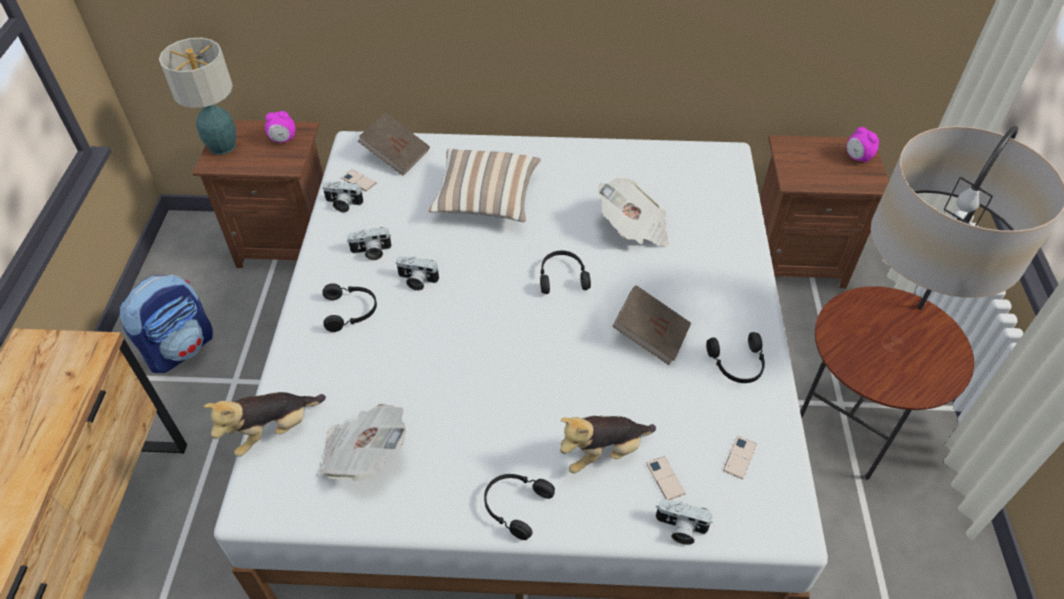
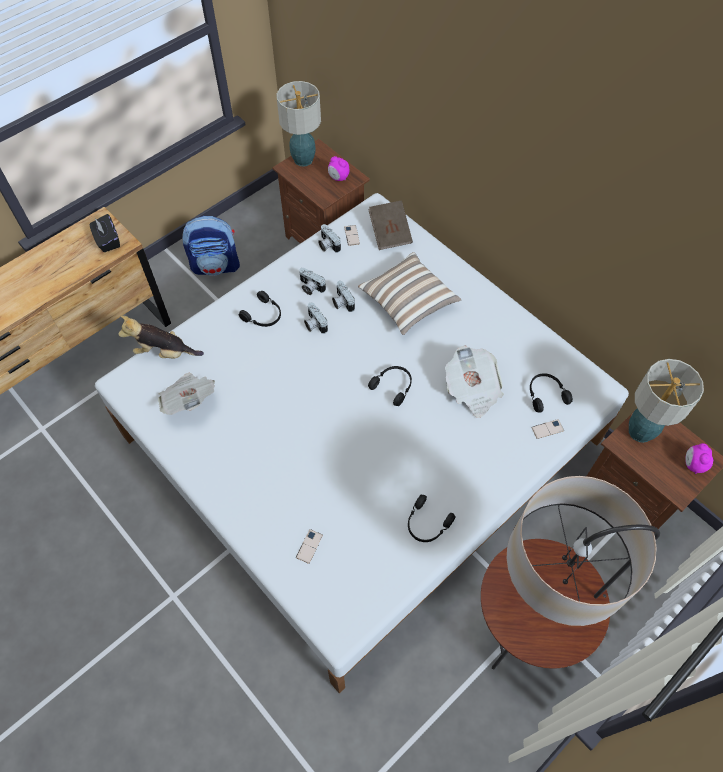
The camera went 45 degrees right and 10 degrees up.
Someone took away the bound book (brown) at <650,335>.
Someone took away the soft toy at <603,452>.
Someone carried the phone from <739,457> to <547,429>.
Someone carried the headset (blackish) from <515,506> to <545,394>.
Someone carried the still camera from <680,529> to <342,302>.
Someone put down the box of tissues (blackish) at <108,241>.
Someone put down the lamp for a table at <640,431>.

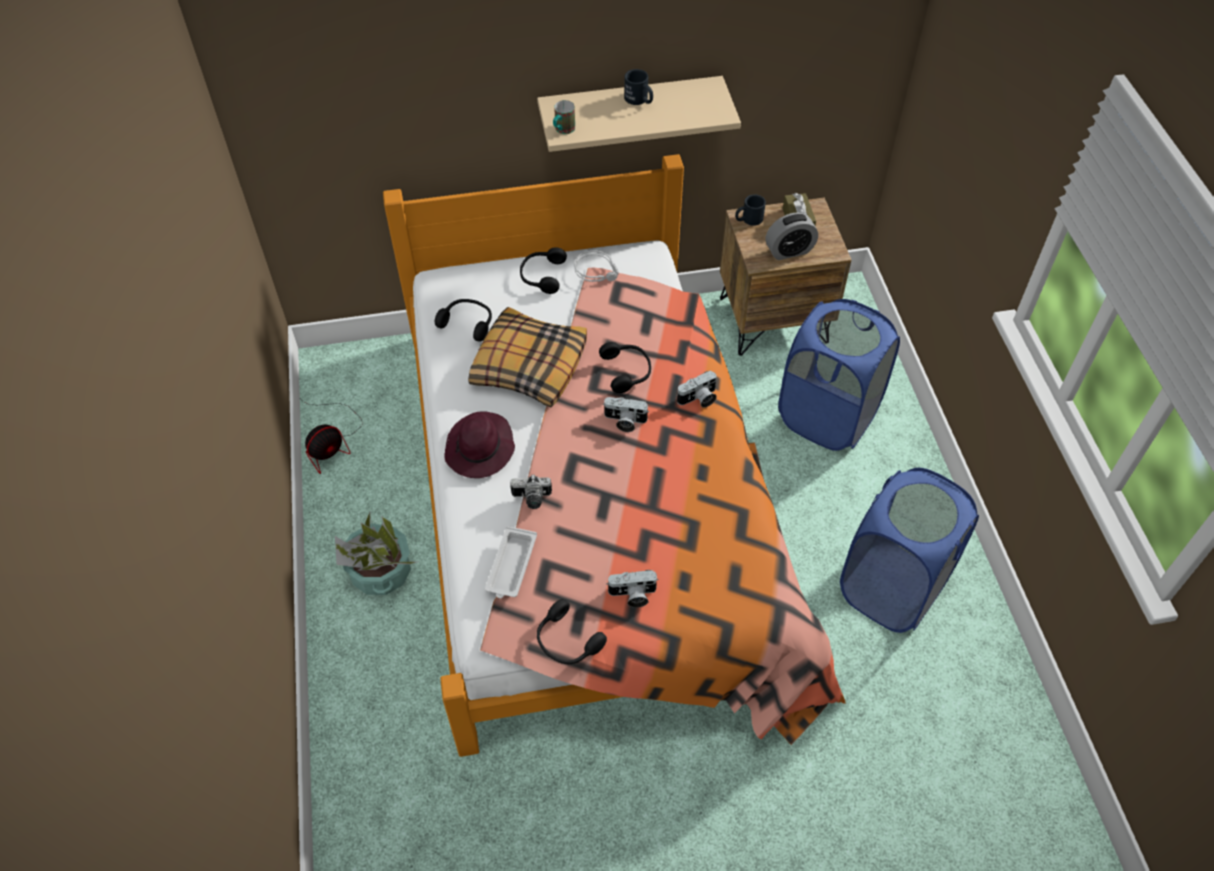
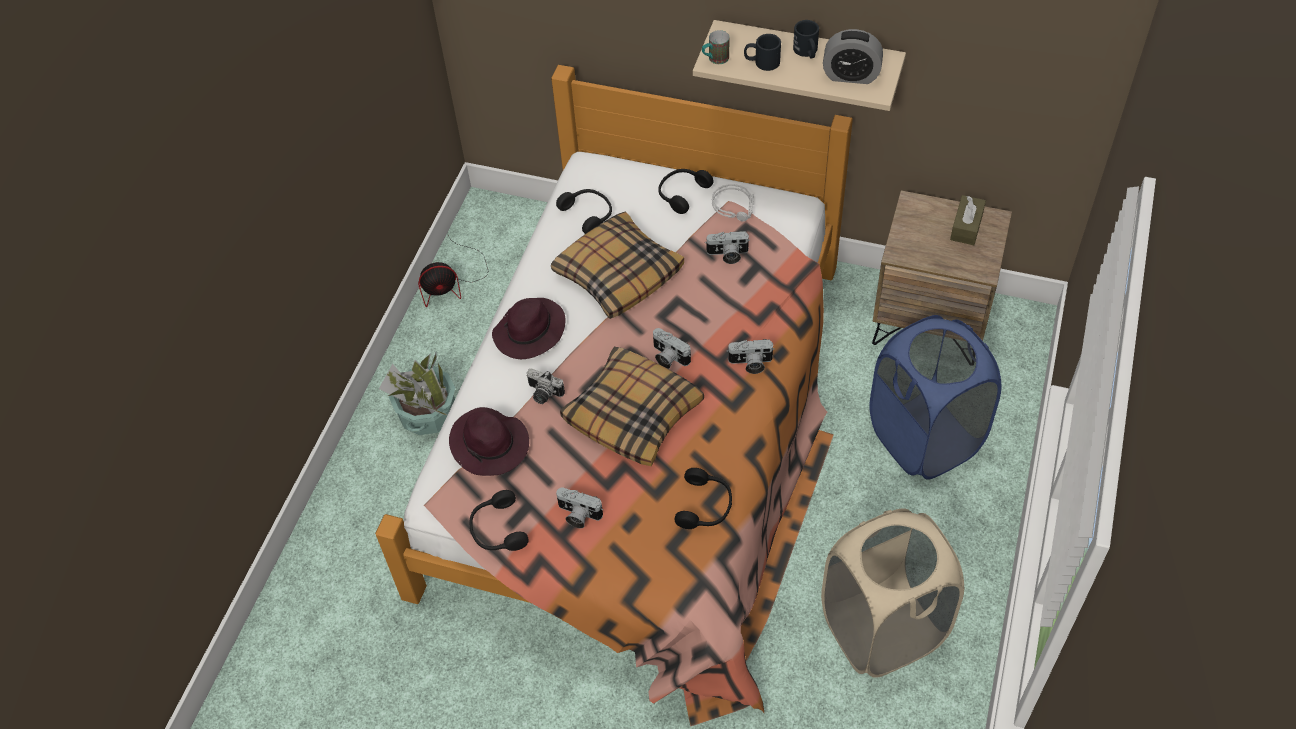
The camera went 30 degrees right and 0 degrees up.
Someone carried the mug (blackish) from <748,219> to <761,62>.
Someone carried the bedside clock from <789,251> to <851,75>.
Someone carried the headset (blackish) from <627,371> to <705,506>.
Someone repainted the laundry basket (blue-coloured) at <892,588>, which became the laundry basket (sand-coloured) at <882,629>.
Someone swapped the carrying tray (white) at <511,566> for the hat (purple-coloured) at <490,445>.
Someone put down the still camera at <727,255>.
Someone put down the cushion at <633,414>.

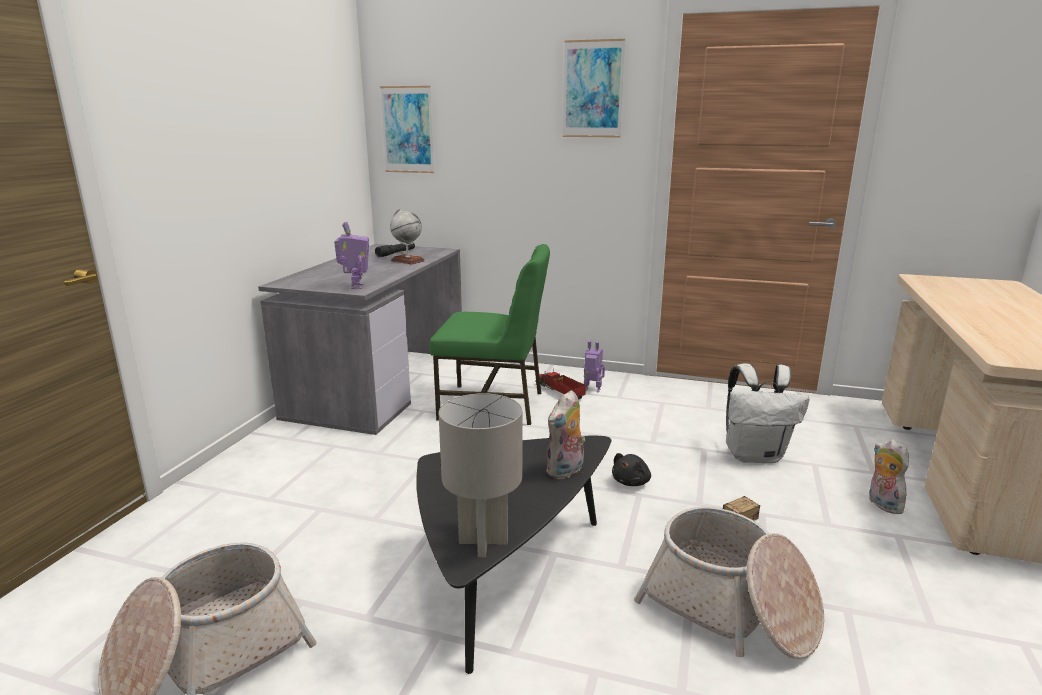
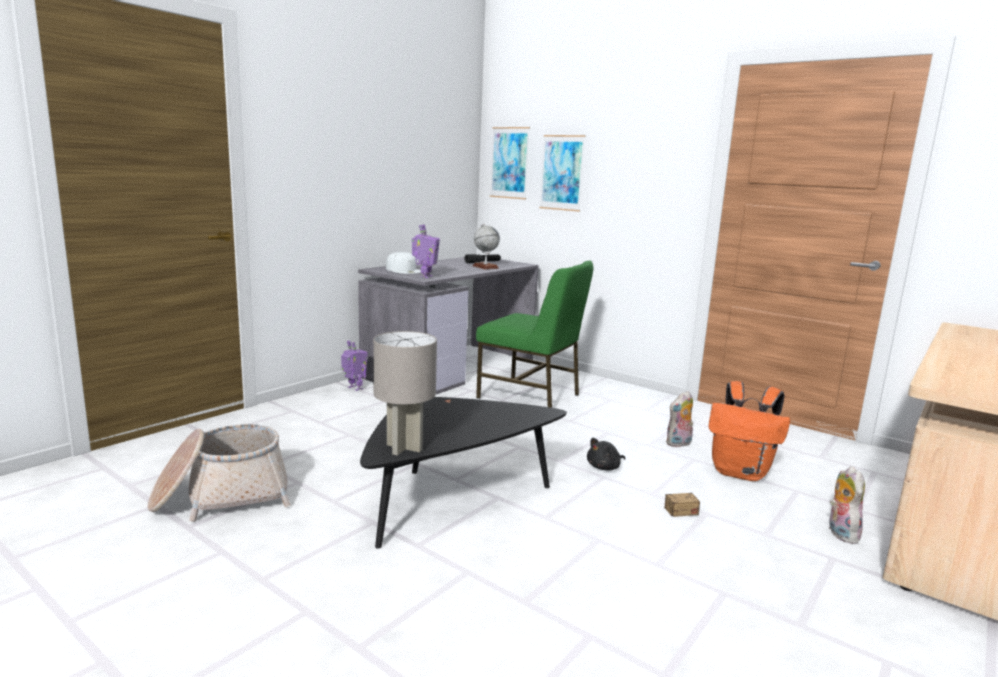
The camera went 20 degrees right and 5 degrees down.
Someone carried the wall art from <593,89> to <562,173>.
Someone carried the robot figure from <592,390> to <354,388>.
Someone repainted the rucksack (white) at <755,455>, which became the rucksack (orange) at <741,473>.
Someone took away the toy truck at <560,392>.
Someone carried the soft toy from <566,471> to <679,444>.
Someone took away the storage basket at <730,608>.
Someone put down the baseball cap (white) at <404,270>.

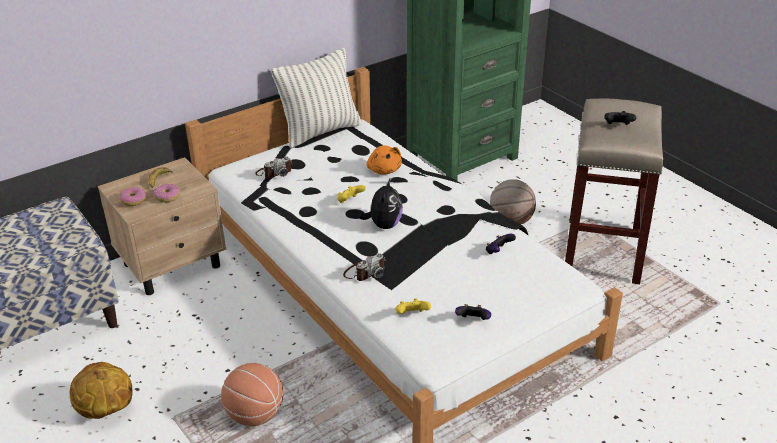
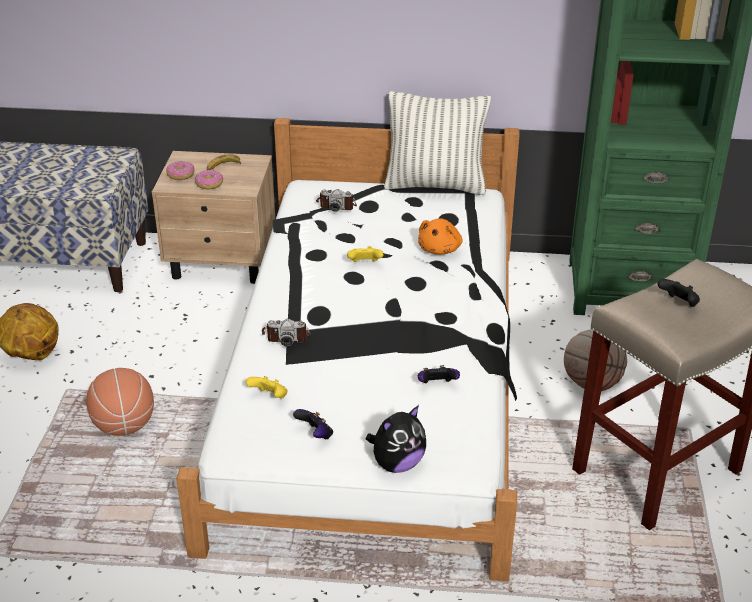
The camera went 40 degrees right and 0 degrees up.
Someone carried the soft toy from <384,225> to <397,464>.

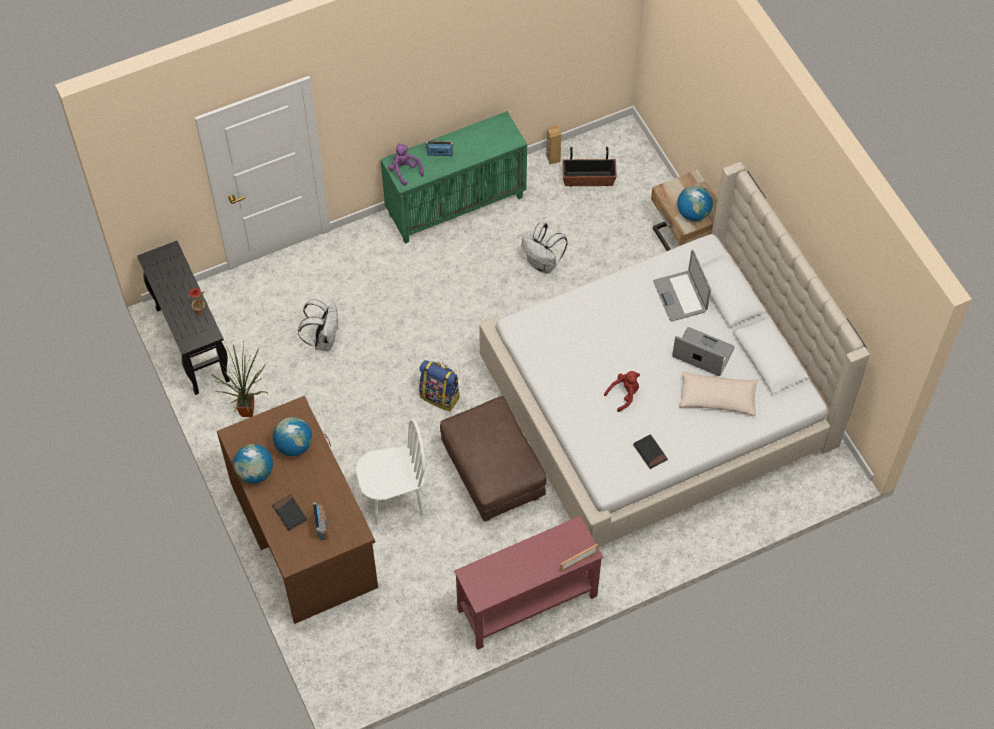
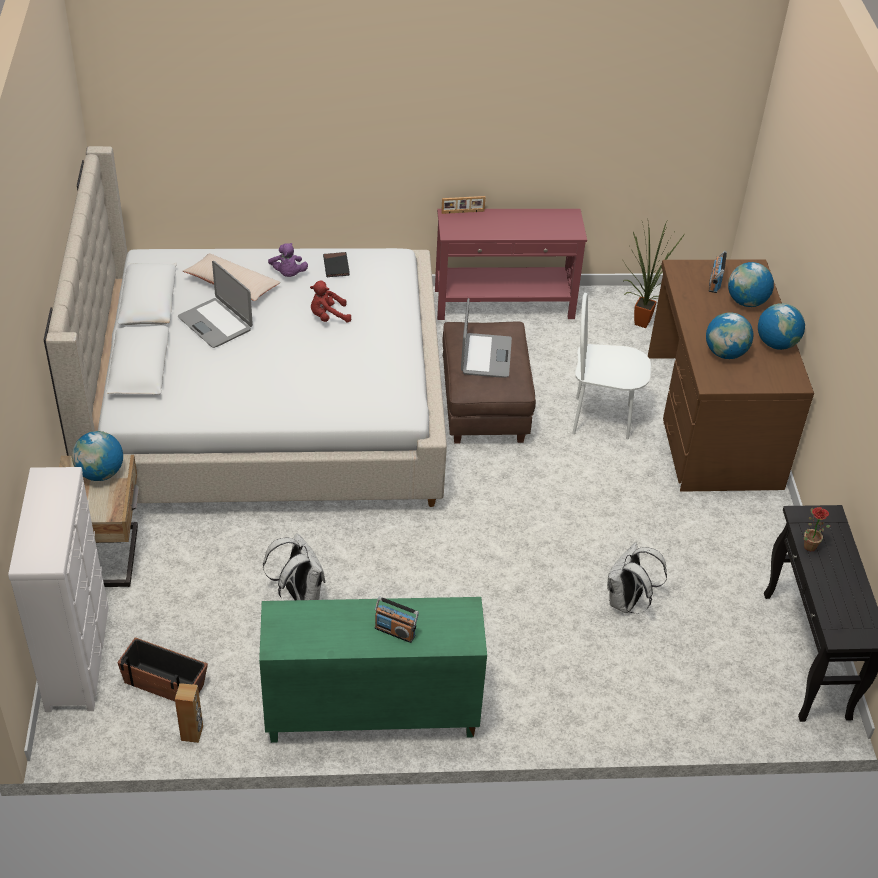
The camera went 160 degrees left and 15 degrees down.
Someone carried the soft toy (purple-coloured) from <404,171> to <288,274>.
Someone carried the notebook computer from <680,296> to <485,356>.
Someone carried the houseplant from <250,413> to <639,322>.
Someone took away the rucksack at <440,396>.
Someone swapped the bound book (blackish) at <289,513> for the desk globe at <746,302>.
Someone put down the drawer chest (white) at <79,657>.

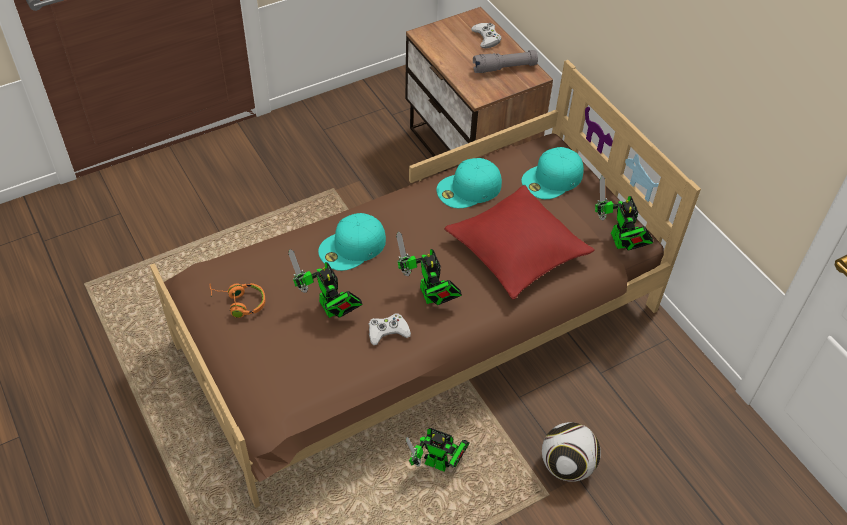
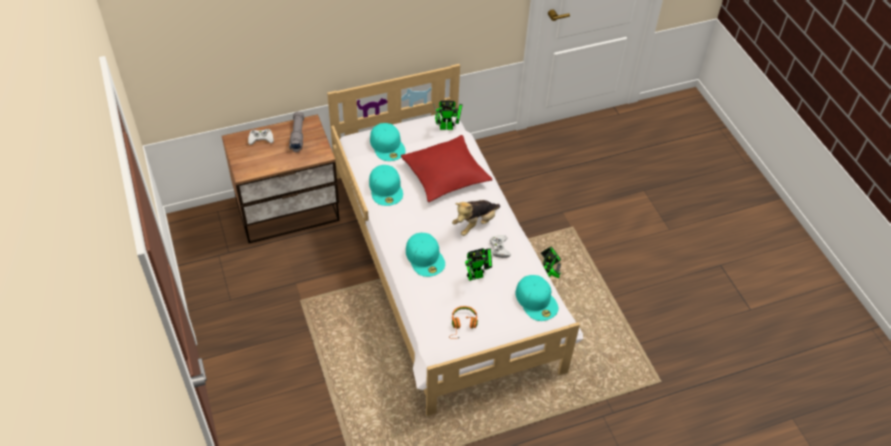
The camera went 80 degrees left and 0 degrees up.
Someone repainted the sleeping bed (brown) at <418,328>, which became the sleeping bed (white) at <444,268>.
Someone swapped the robot figure at <429,297> for the soft toy at <475,224>.
Someone took away the football ball at <567,466>.
Someone put down the baseball cap (turquoise) at <537,300>.

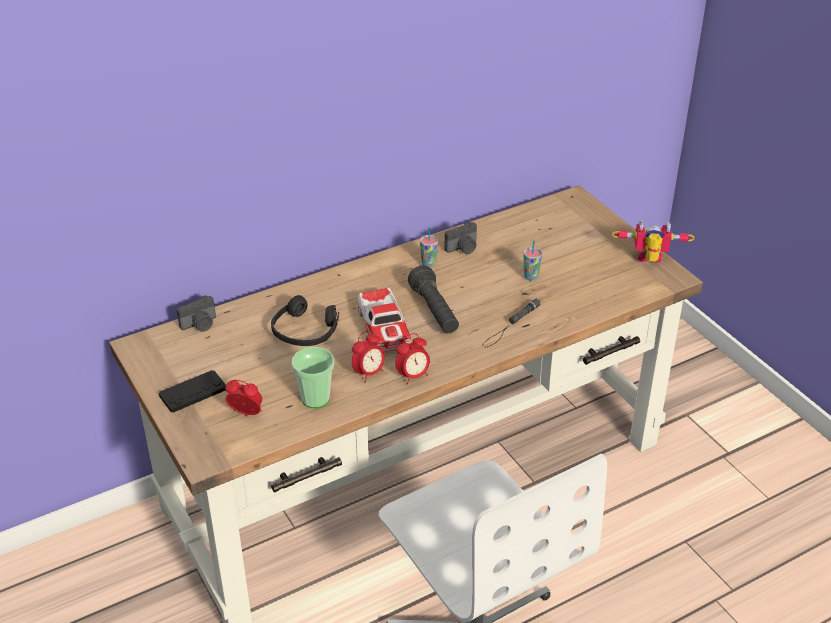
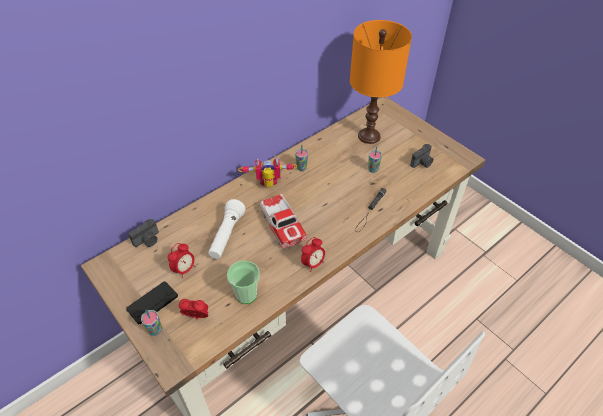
The camera went 10 degrees left and 10 degrees up.
Someone carried the robot figure from <649,261> to <268,184>.
Someone carried the still camera from <463,248> to <422,163>.
Someone took away the hand torch (blackish) at <434,311>.
Someone swapped the headset (blackish) at <305,331> for the hand torch (white) at <227,235>.
Someone carried the bedside clock from <369,373> to <184,269>.
Someone put down the lamp for a table (orange) at <368,136>.
Someone put down the small cup at <155,330>.

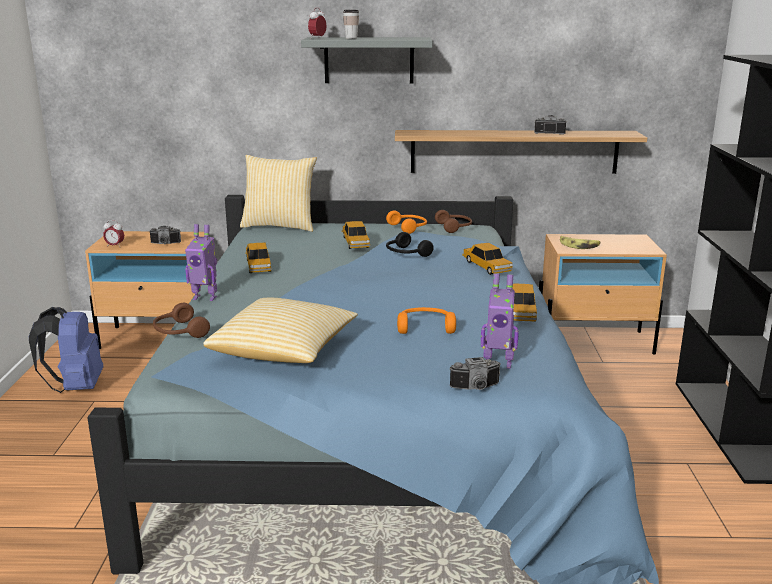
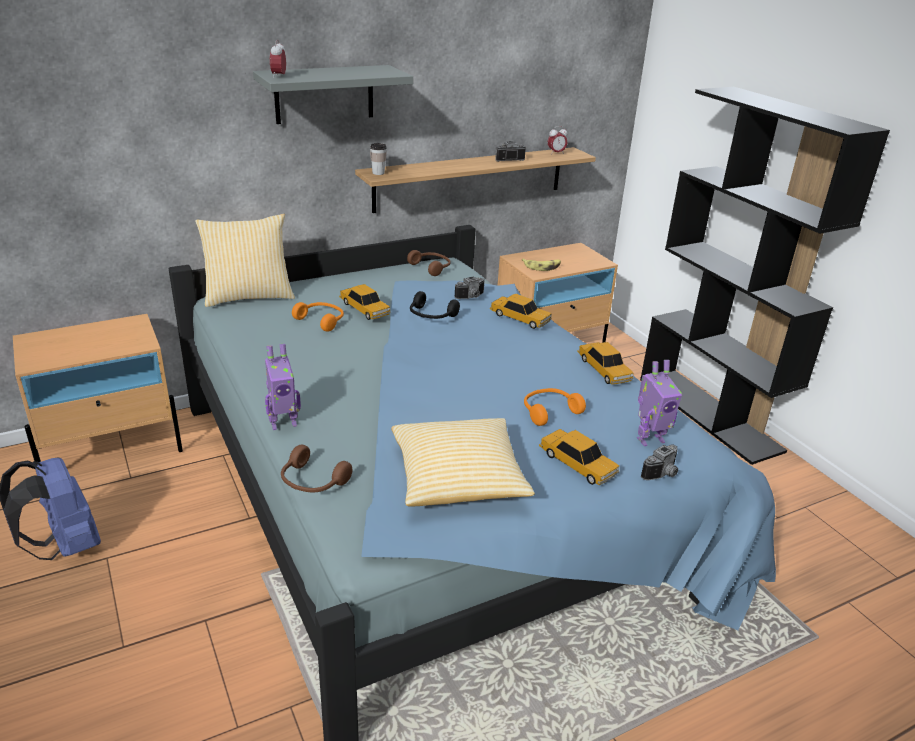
The camera went 30 degrees left and 10 degrees up.
Someone carried the small cup from <351,38> to <378,173>.
Someone carried the headset (orange) from <409,228> to <322,320>.
Someone carried the bedside clock from <115,246> to <556,153>.
Someone carried the still camera from <165,244> to <472,297>.
Someone carried the miniature car from <258,265> to <578,464>.

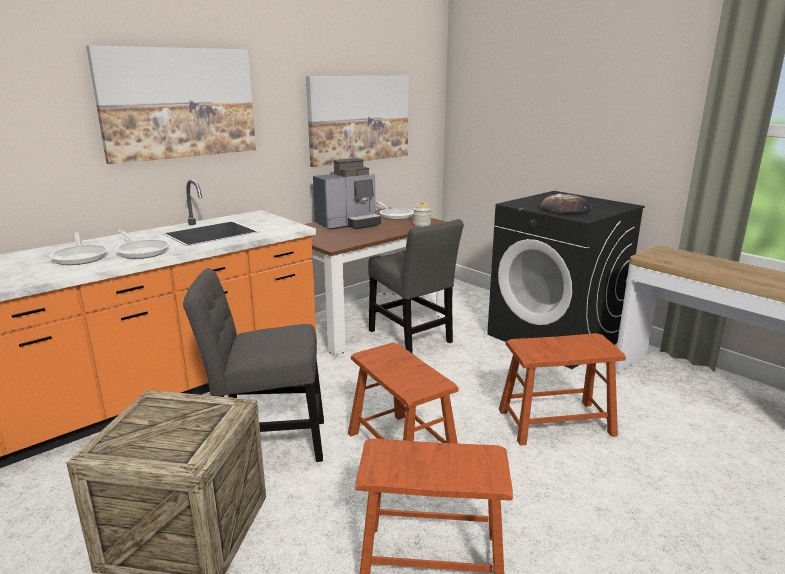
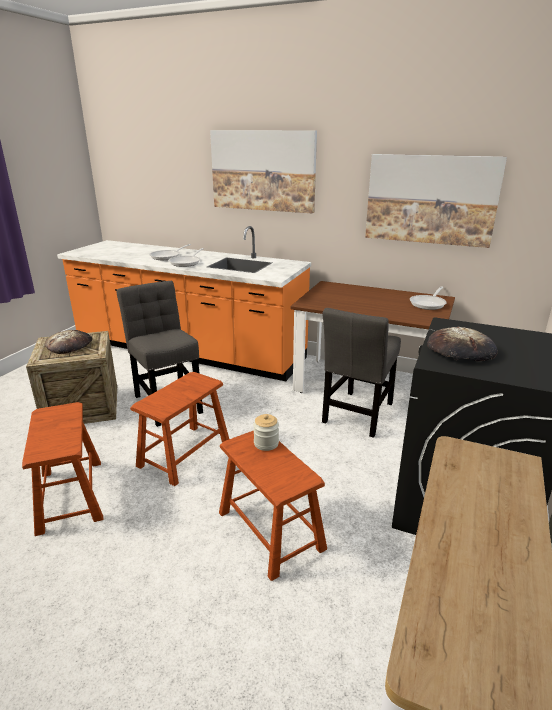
The camera went 65 degrees right and 5 degrees up.
Someone took away the coffee maker at <349,224>.
Someone carried the preserve jar from <422,224> to <266,443>.
Someone put down the bread at <69,345>.

